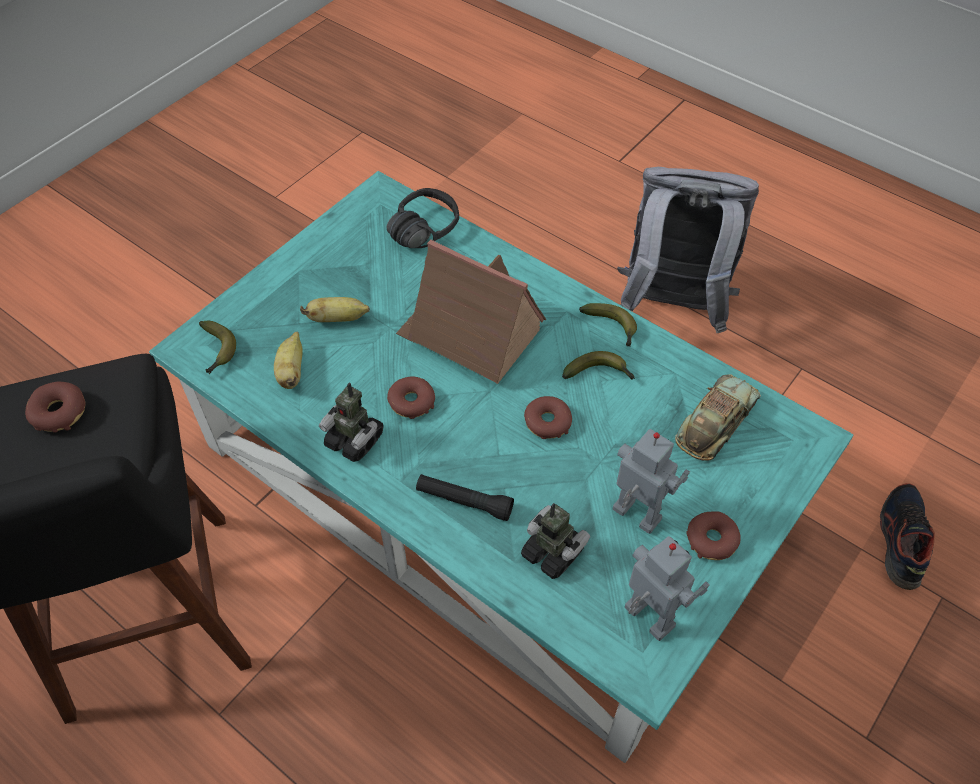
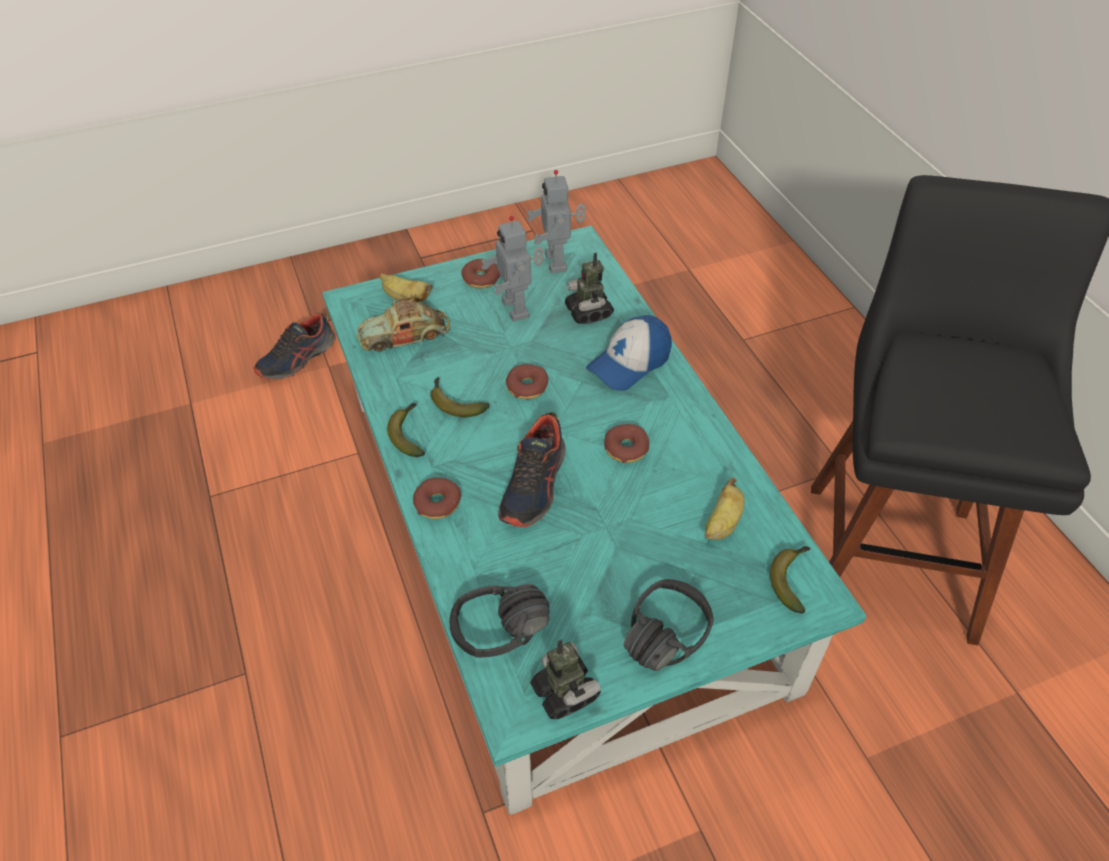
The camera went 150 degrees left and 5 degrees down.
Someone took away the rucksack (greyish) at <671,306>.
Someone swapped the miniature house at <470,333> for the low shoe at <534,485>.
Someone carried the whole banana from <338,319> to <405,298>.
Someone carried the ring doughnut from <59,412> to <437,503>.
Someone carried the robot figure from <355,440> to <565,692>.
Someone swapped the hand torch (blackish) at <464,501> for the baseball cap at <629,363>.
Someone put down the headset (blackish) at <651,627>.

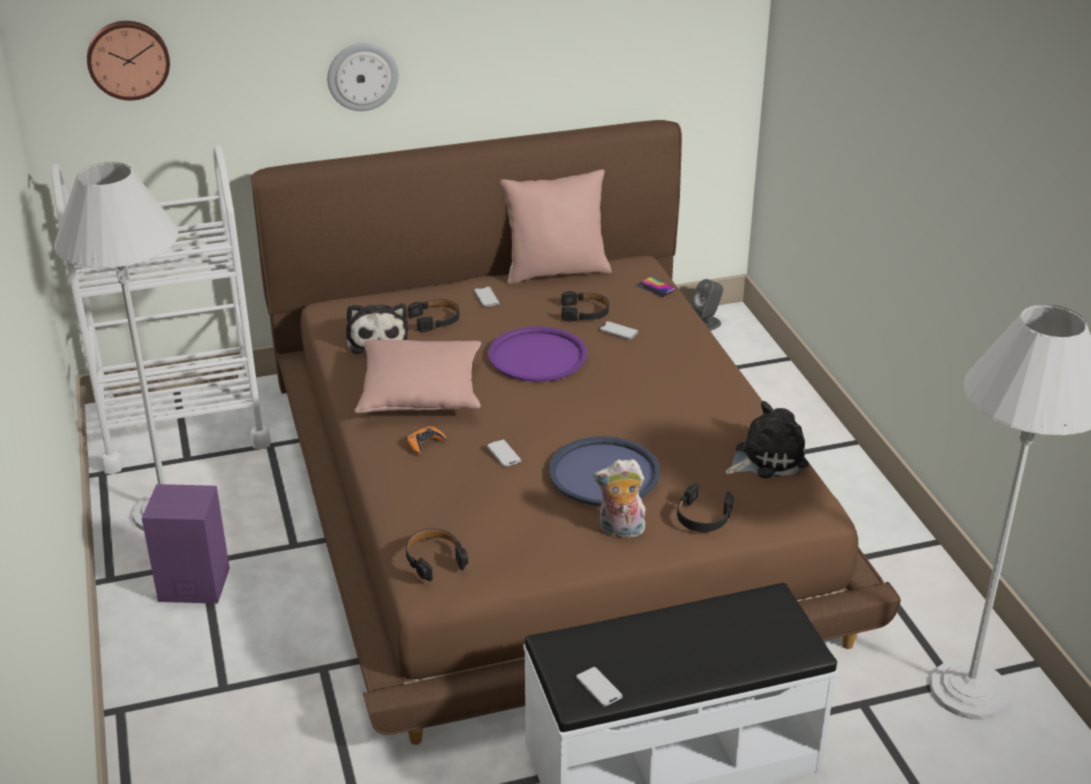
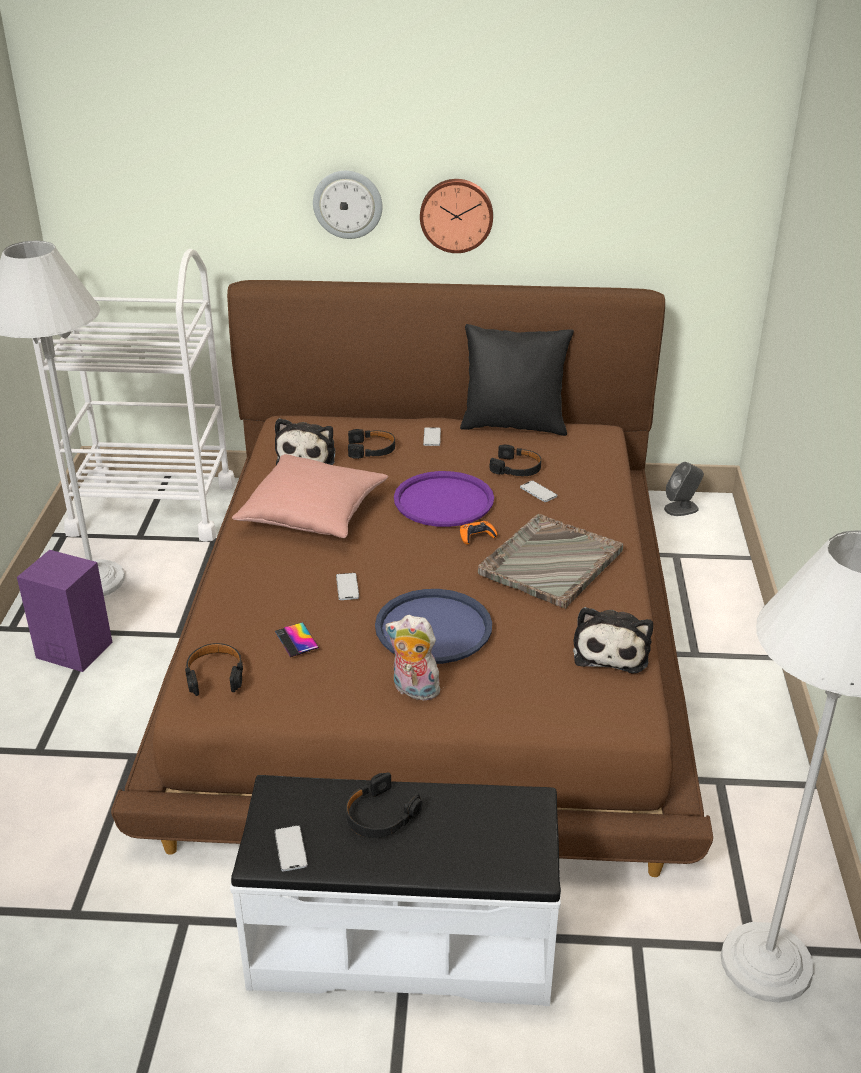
The camera went 20 degrees right and 0 degrees up.
Someone carried the clock on the wall from <128,59> to <456,215>.
Someone repainted the cushion (pink) at <556,272>, which became the cushion (blackish) at <514,425>.
Someone carried the phone from <656,287> to <296,640>.
Someone rotated the soft toy at <766,458> by 105 degrees clockwise.
Someone carried the joypad (orange) from <425,443> to <477,536>.
Someone carried the headset (blackish) from <703,517> to <380,815>.
Someone put down the carrying tray (greyish) at <550,563>.

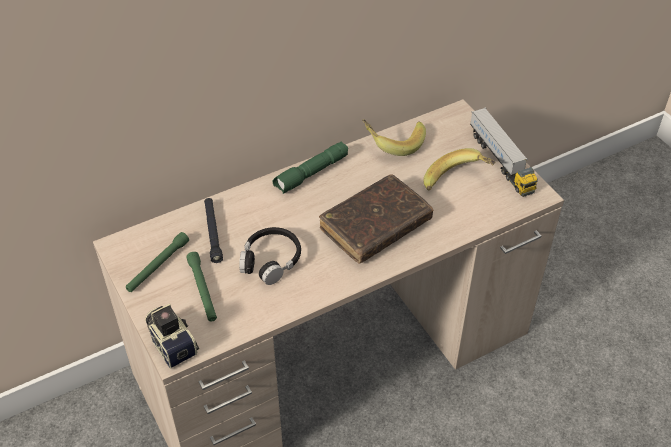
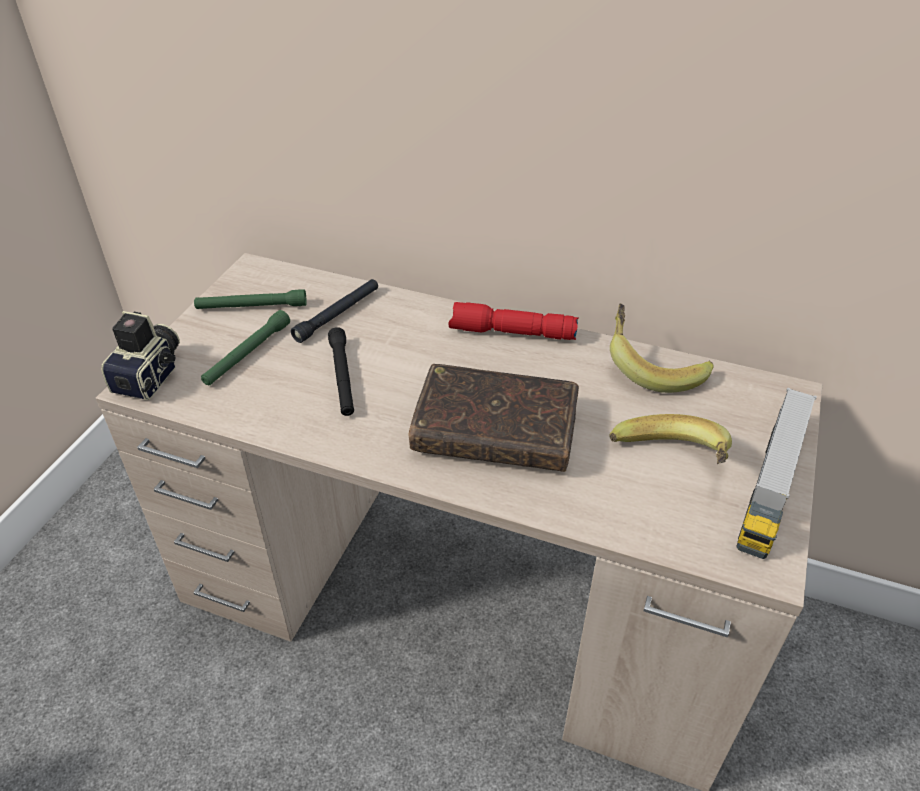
The camera went 50 degrees right and 5 degrees down.
Someone repainted the hand torch (green) at <311,174>, which became the hand torch (red-coloured) at <511,333>.
Someone swapped the headset (blackish) at <270,260> for the hand torch (blackish) at <342,377>.

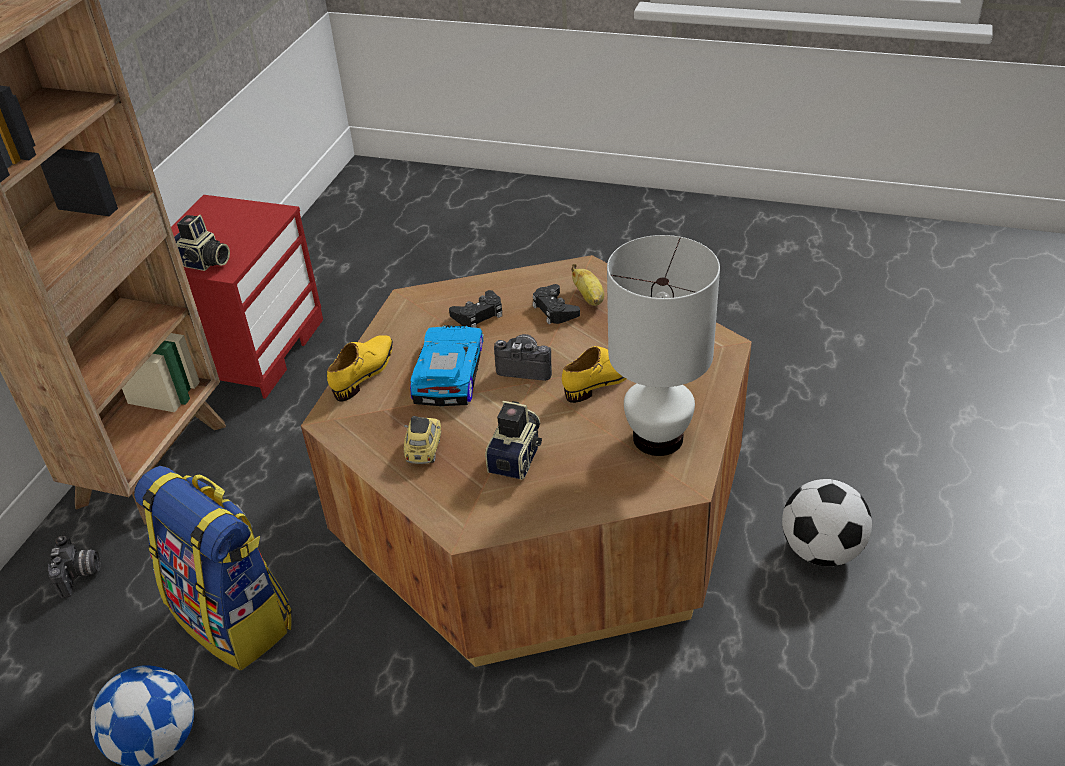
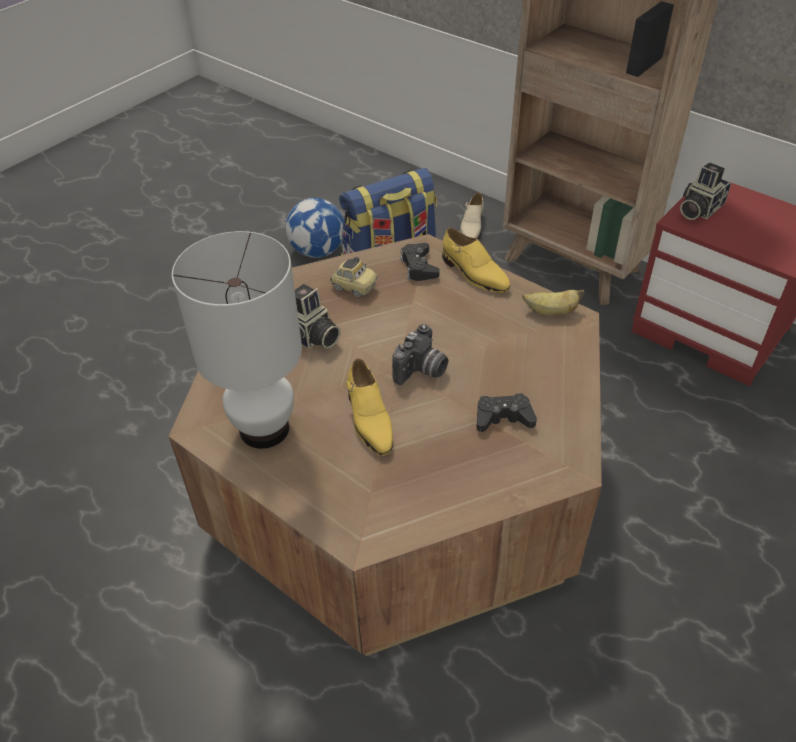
The camera went 110 degrees right and 5 degrees up.
Someone carried the whole banana from <589,298> to <551,312>.
Someone carried the joypad (blackish) from <478,315> to <419,267>.
Someone took away the miniature car at <447,372>.
Someone took away the football ball at <821,550>.
Someone swapped the still camera at <80,575> for the low shoe (sand-coloured) at <471,229>.

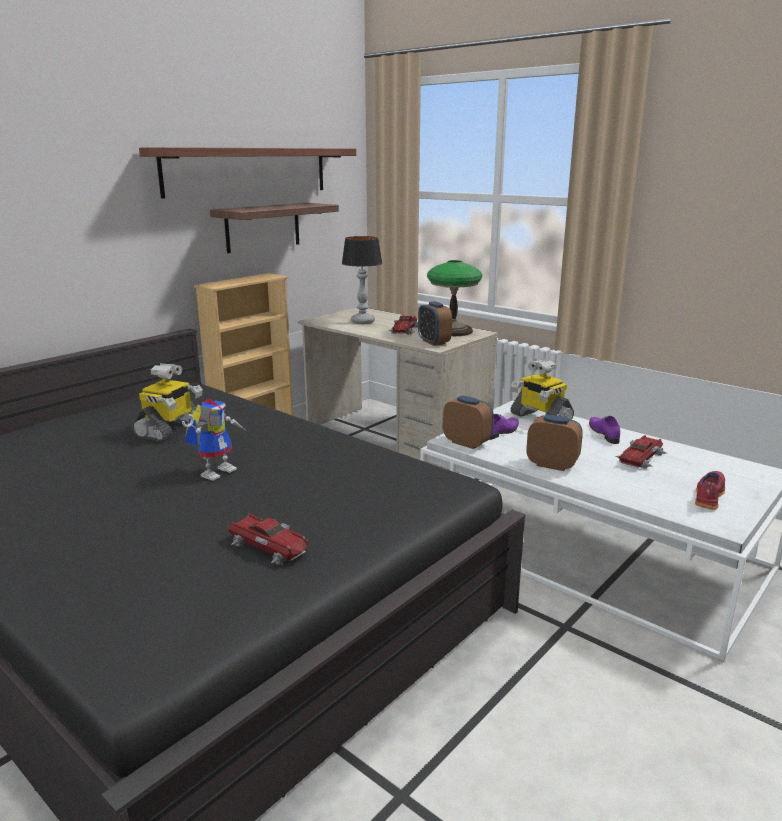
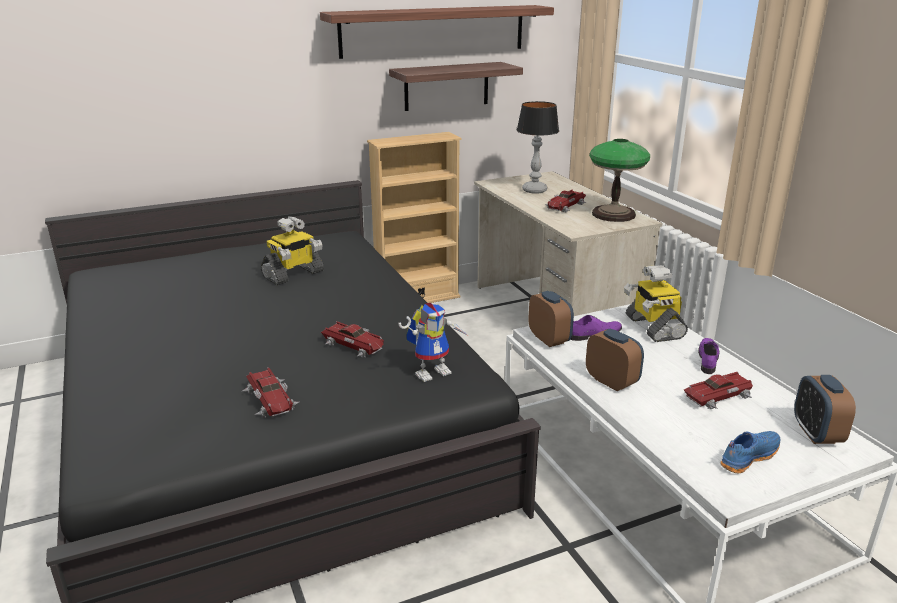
The camera went 25 degrees right and 5 degrees up.
Someone carried the bedside clock from <434,342> to <816,433>.
Someone carried the robot figure from <217,471> to <433,371>.
Someone repainted the low shoe (red-coloured) at <707,496>, which became the low shoe (blue-coloured) at <747,457>.
Someone put down the miniature car at <354,345>.

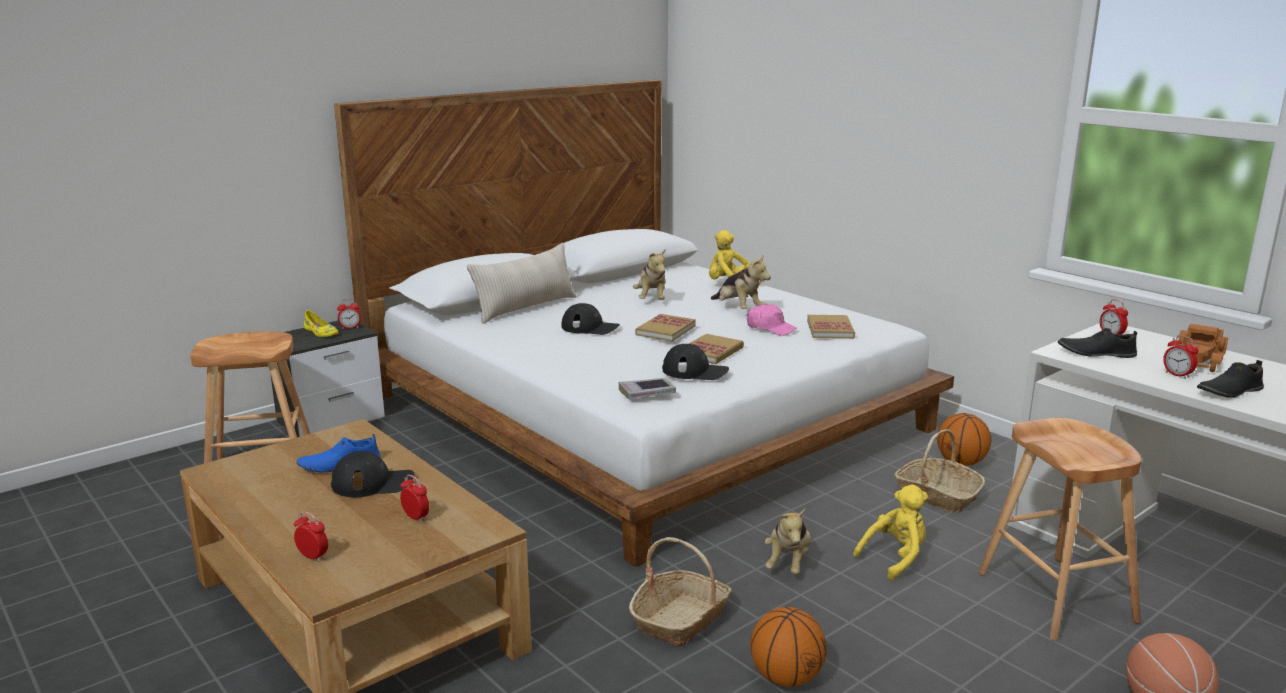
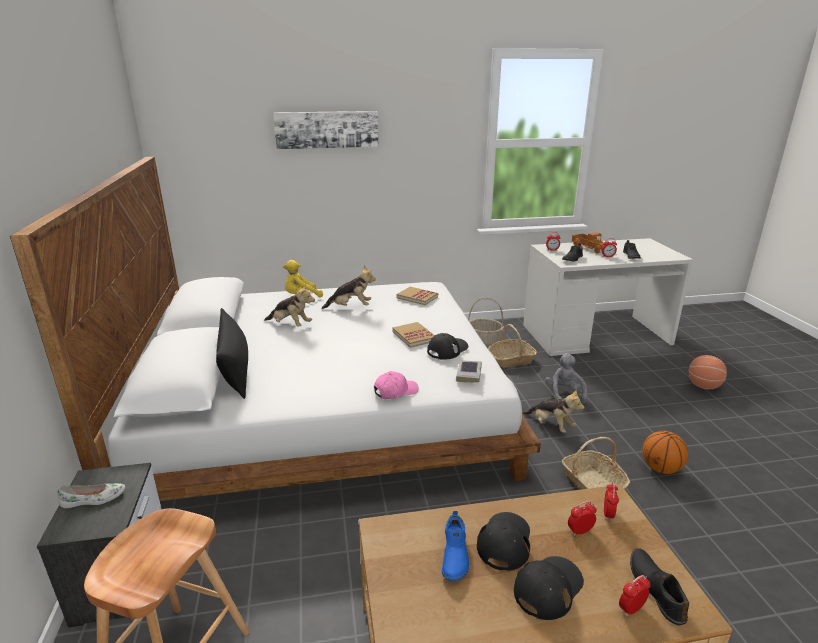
The camera went 60 degrees left and 5 degrees up.
Someone repainted the cushion (sand-coloured) at <525,308>, which became the cushion (blackish) at <236,372>.
Someone carried the bedside clock from <350,328> to <608,514>.
Someone carried the baseball cap (blackish) from <590,327> to <548,587>.
Someone carried the baseball cap (pink) from <770,328> to <395,391>.
Someone repainted the low shoe (yellow-coloured) at <320,332>, which became the low shoe (white) at <93,499>.
Someone took away the bound book at <665,330>.
Someone swapped the basketball ball at <961,463> for the storage basket at <484,341>.
Someone took away the sitting stool (brown) at <1055,597>.
Someone repainted the soft toy (yellow-coloured) at <895,558>, which became the soft toy (greyish) at <564,394>.
Someone put up the wall art at <327,129>.
Someone put down the low shoe (blackish) at <656,589>.

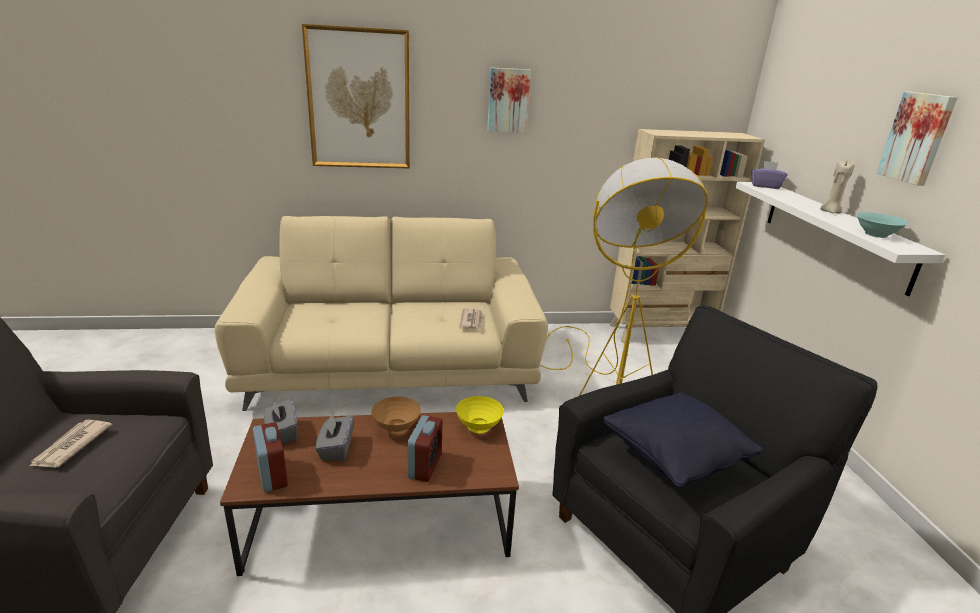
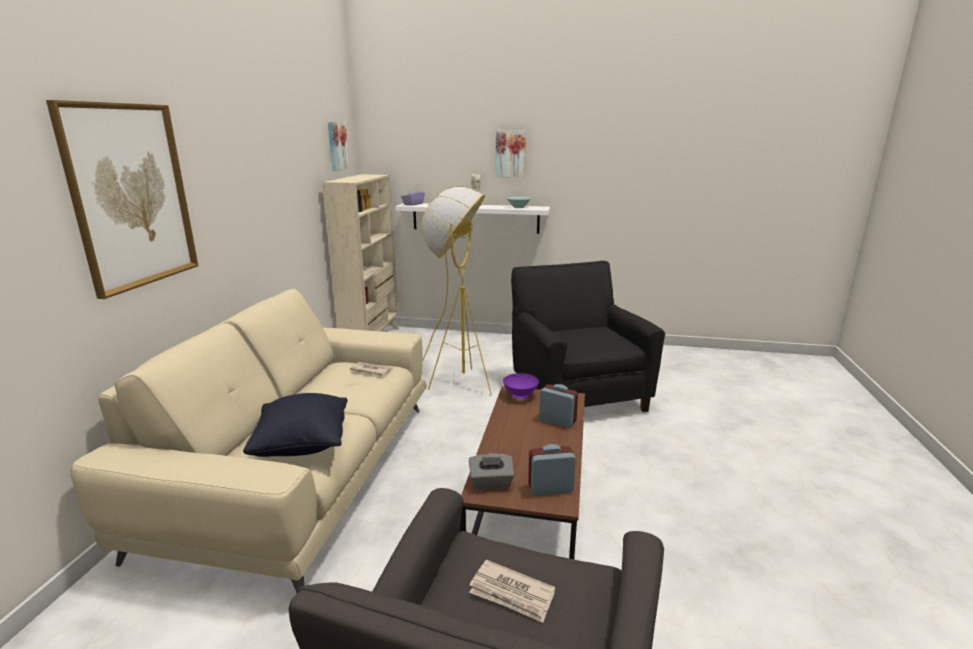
The camera went 70 degrees left and 5 degrees down.
Someone carried the wall art from <508,100> to <336,146>.
Someone carried the cushion (blackish) from <674,459> to <302,445>.
Someone took away the deep dish (brown) at <397,429>.
Someone repainted the deep dish (yellow-coloured) at <479,428>, which became the deep dish (purple-coloured) at <521,396>.
Someone took away the box of tissues (greyish) at <336,449>.

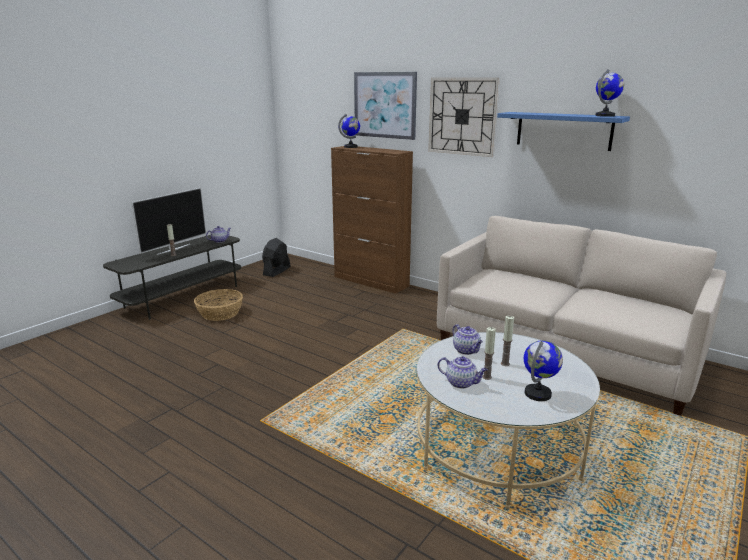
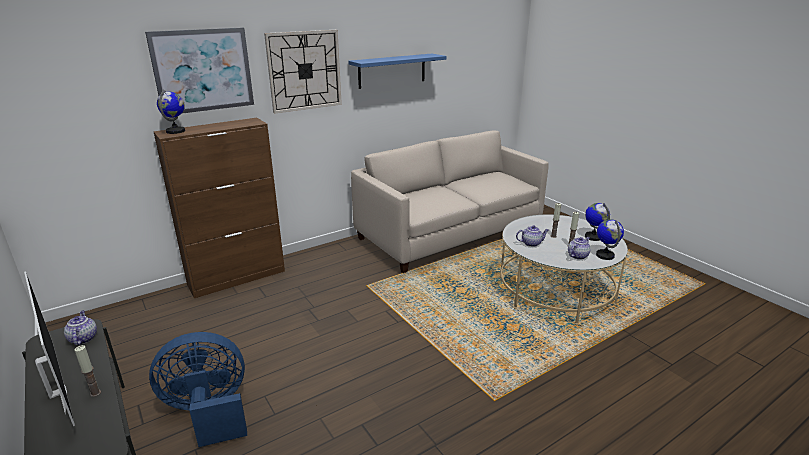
The camera went 70 degrees left and 5 degrees up.
Someone carried the desk globe from <605,115> to <605,255>.
Someone took away the electric fan (blackish) at <276,271>.
Someone swapped the storage basket at <220,313> for the electric fan (blue-coloured) at <209,412>.

